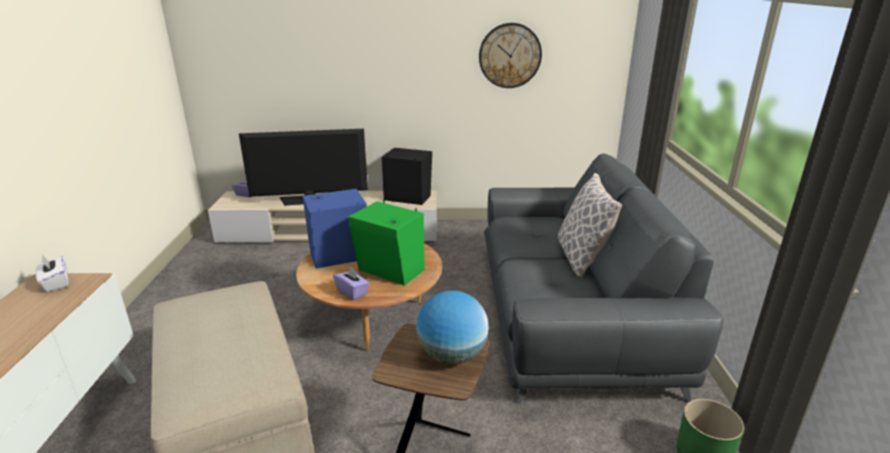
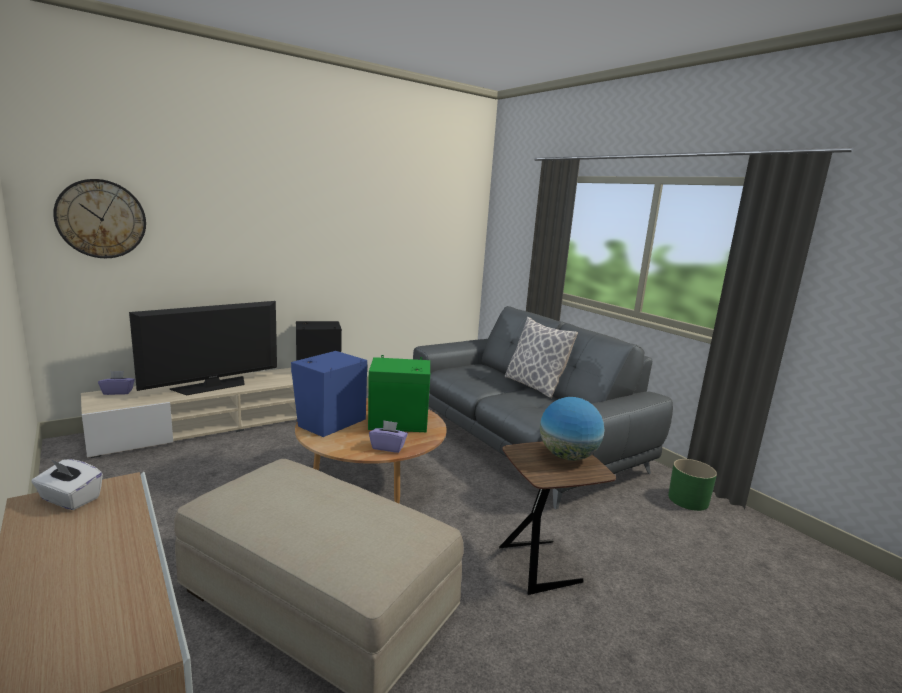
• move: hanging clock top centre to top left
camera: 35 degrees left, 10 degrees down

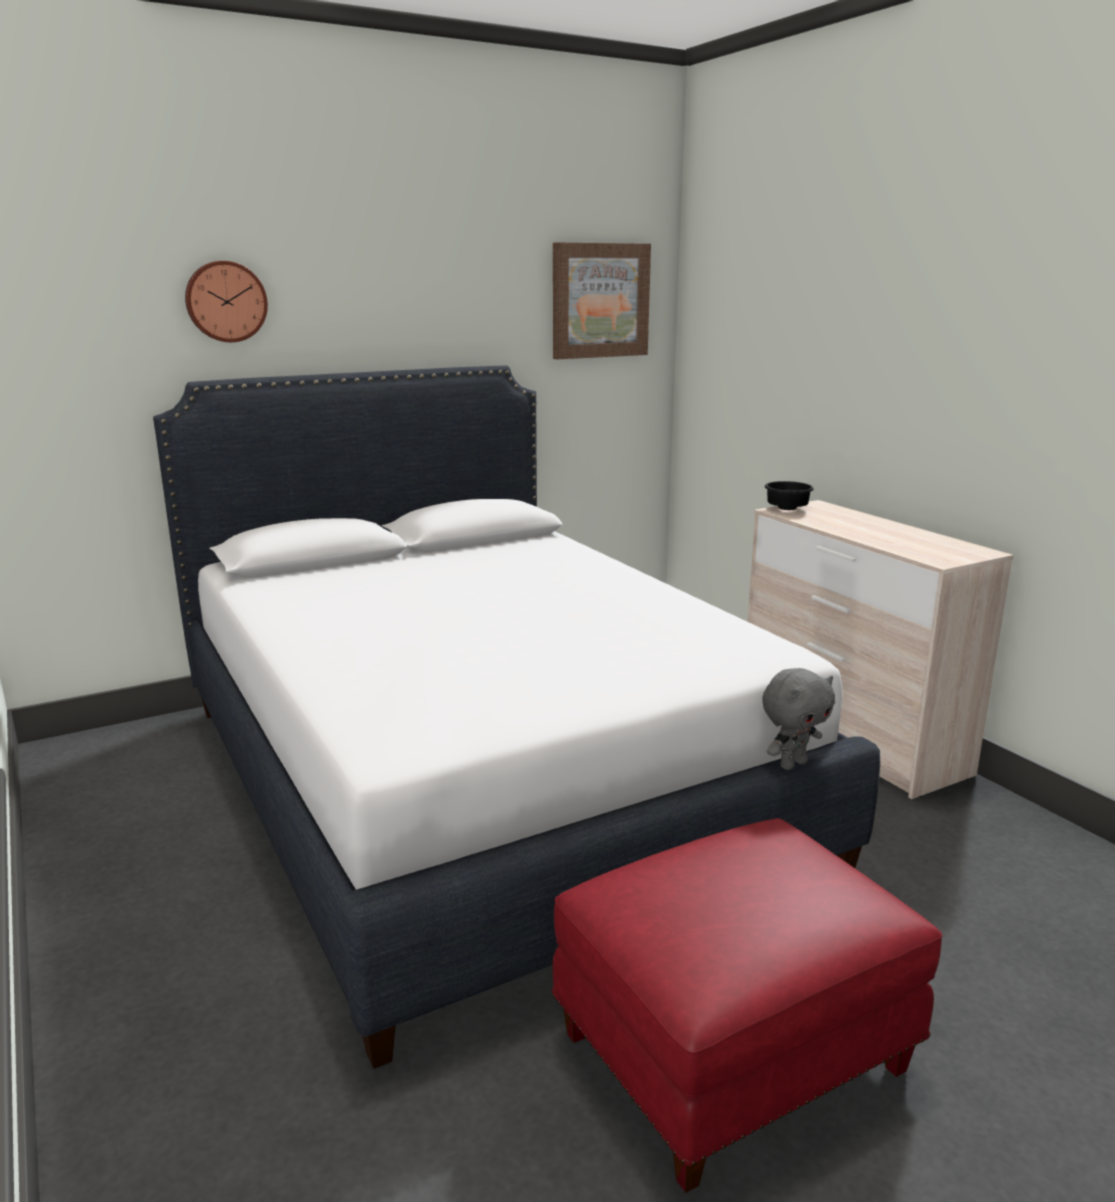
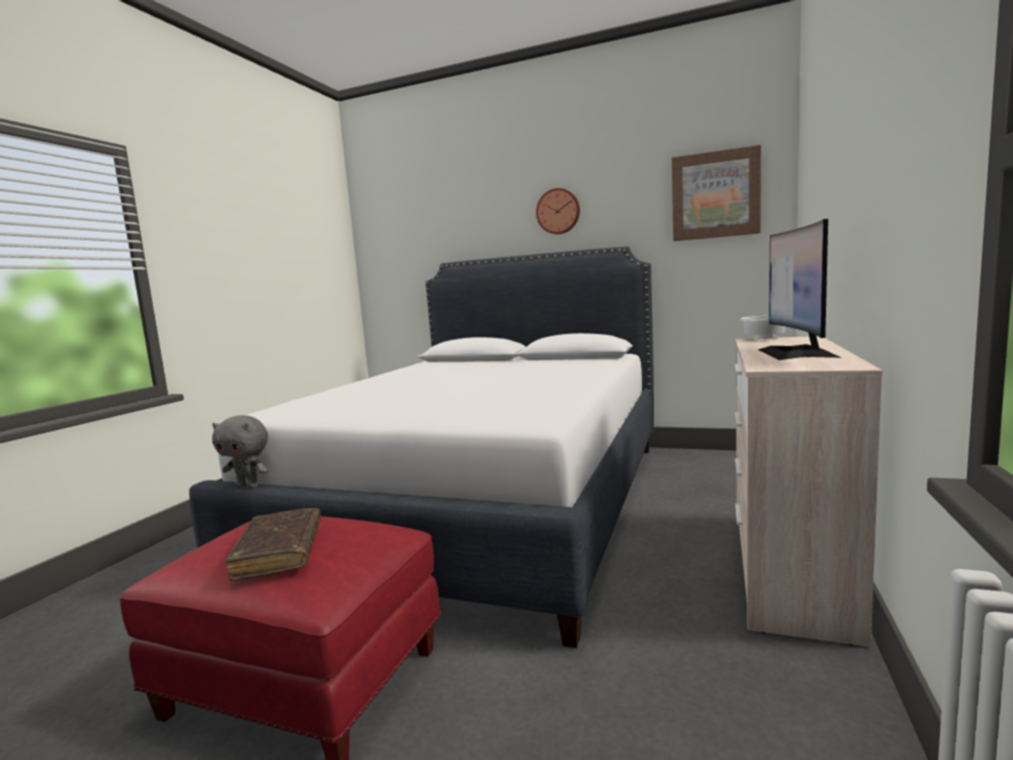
• move: gray cuddly toy middle right to middle left
• insert: brown bound book bottom left
• move: hanging clock top left to top centre
• recolor: blackish bowl middle right to white-coloured bowl middle right
• insert: computer screen middle right
camera: 50 degrees right, 10 degrees down

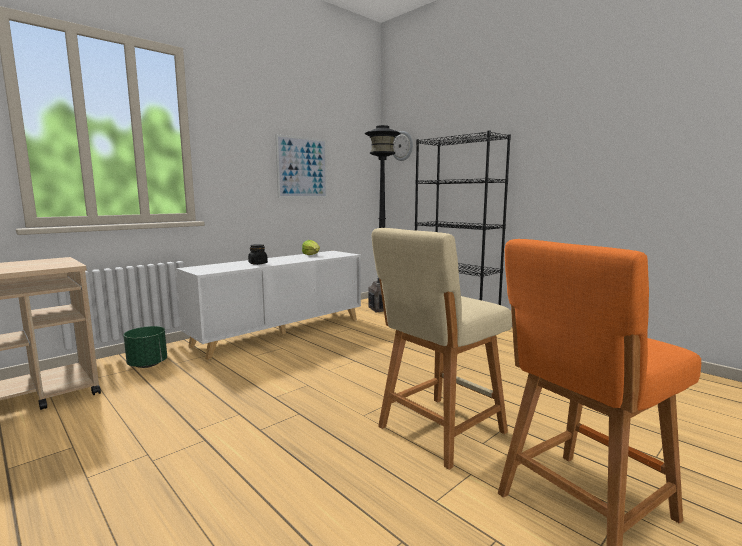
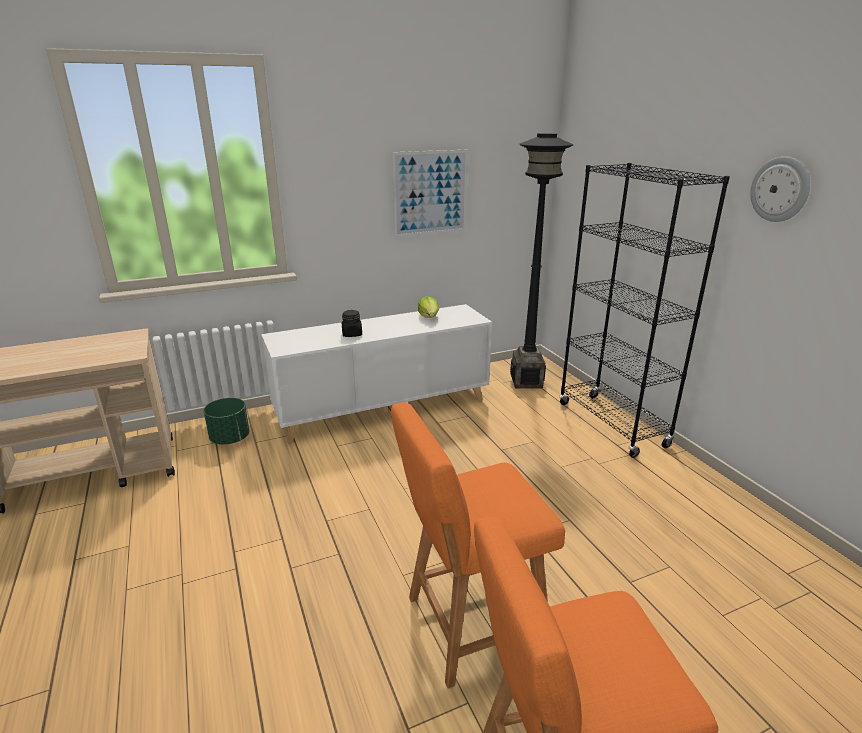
• recolor: sand-coloured sitting stool centre to orange sitting stool (1st from left) bottom centre
• move: hanging clock top centre to top right
camera: 20 degrees right, 15 degrees up

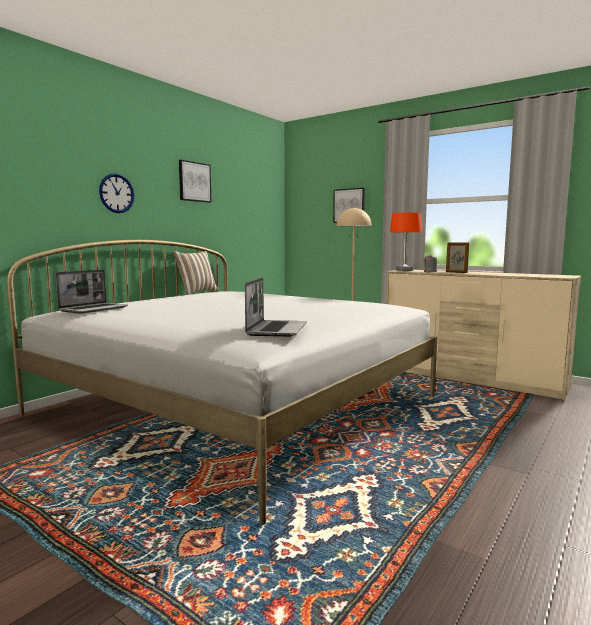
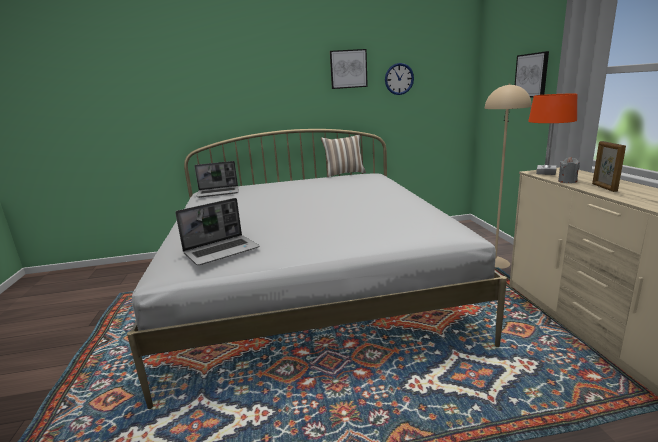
• move: hanging clock top left to top centre
camera: 45 degrees right, 10 degrees up

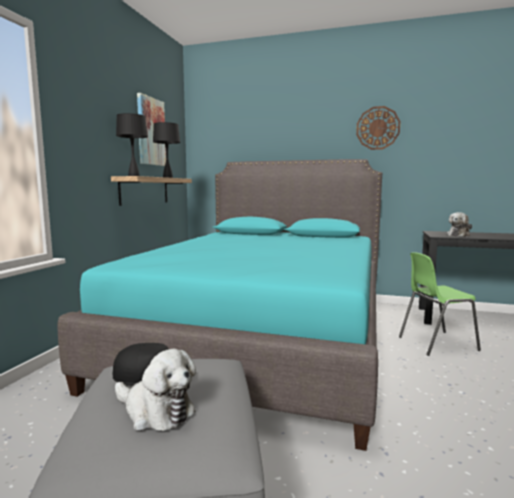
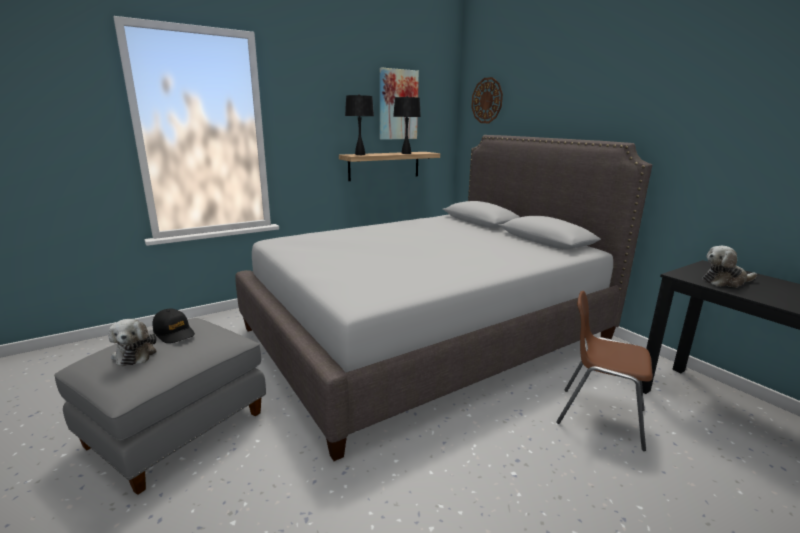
• recolor: turquoise-coloured sleeping bed centre to gray sleeping bed centre
• move: hanging clock top right to top centre
• recolor: greenish plain chair middle right to brown plain chair bottom right
camera: 40 degrees right, 10 degrees up

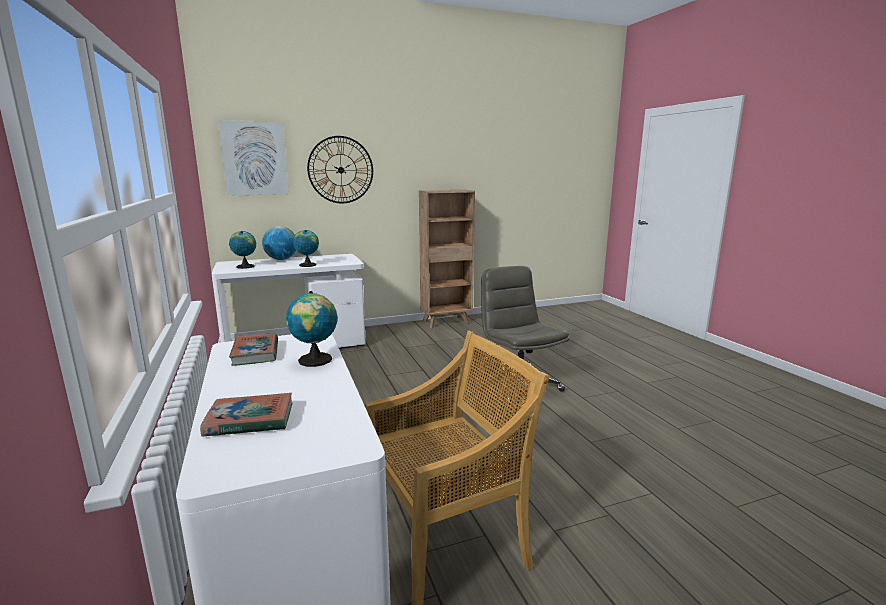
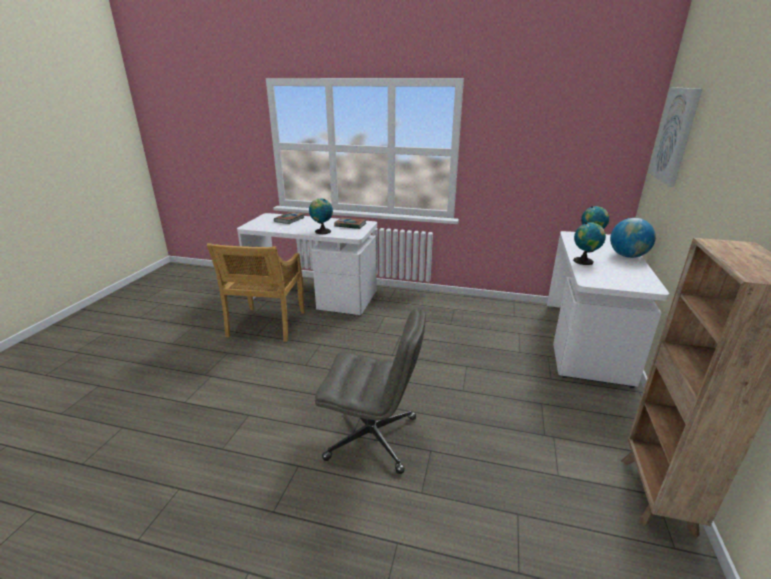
• delete: hanging clock top centre
camera: 125 degrees right, 10 degrees up

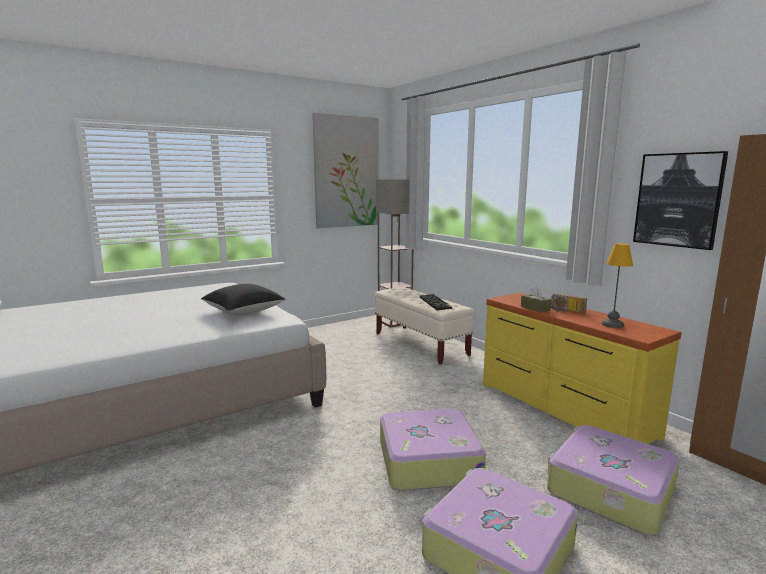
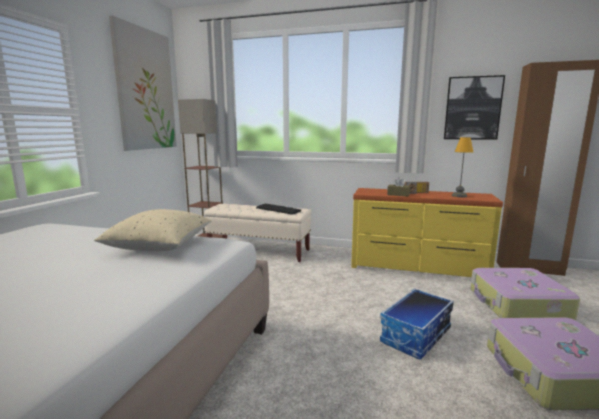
• recolor: blackish throw pillow middle left to sand-coloured throw pillow middle left
• replace: travel case (1st from left) bottom centre to storage box bottom right
camera: 40 degrees left, 0 degrees up

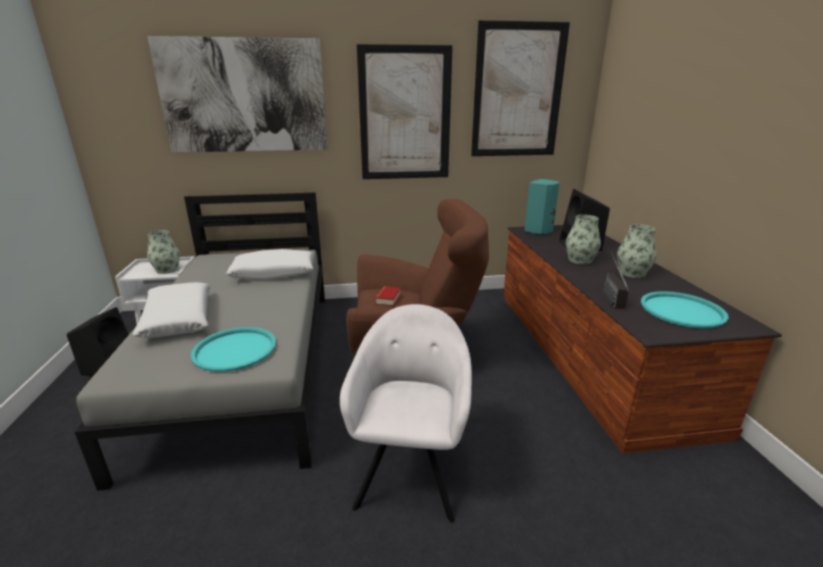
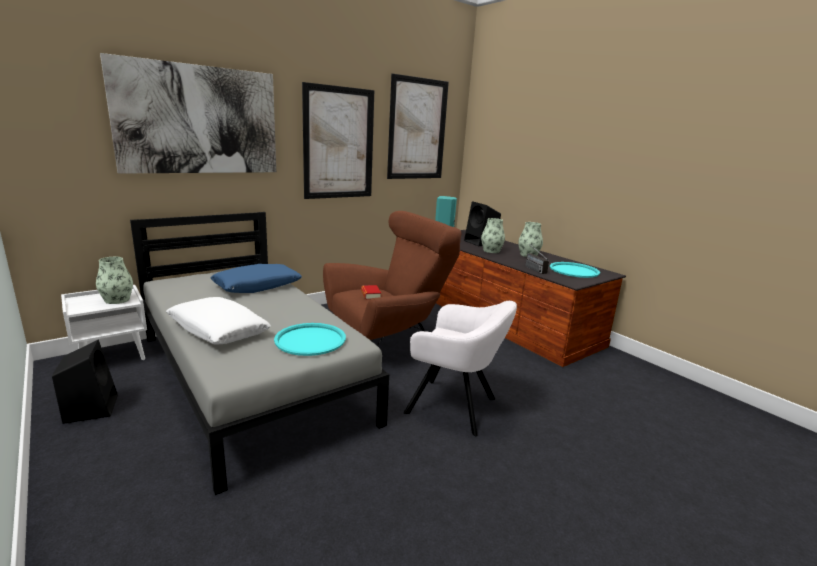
• recolor: white-coloured throw pillow (2nd from left) middle left to blue-coloured throw pillow middle left
• rotate: white-coloured armchair bottom centre = centre 135 degrees clockwise
camera: 30 degrees left, 5 degrees down

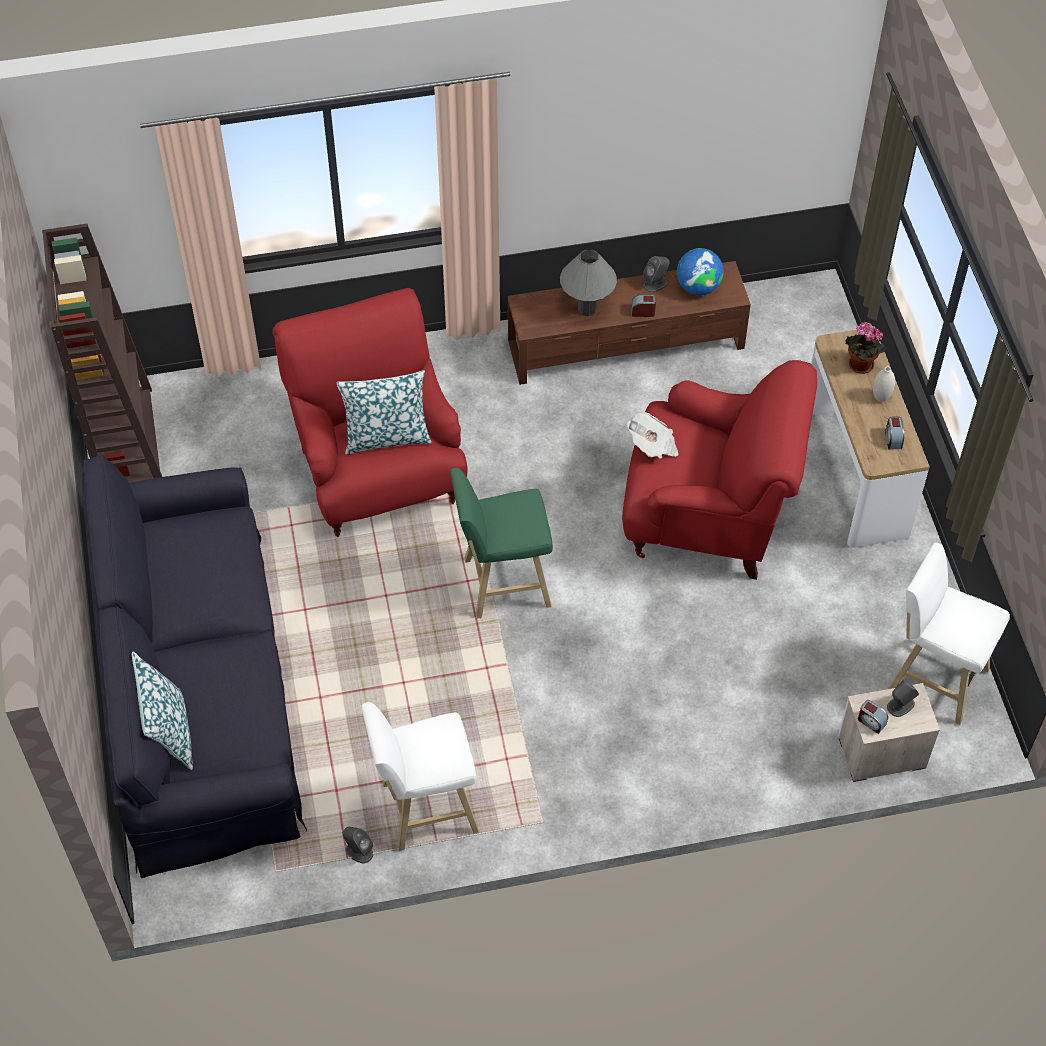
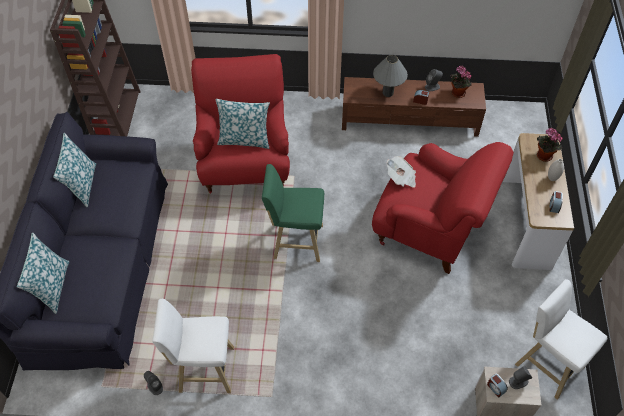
• insert: throw pillow (2nd from left) middle left
• replace: globe top right to houseplant (1st from left) top right
camera: 15 degrees right, 0 degrees up

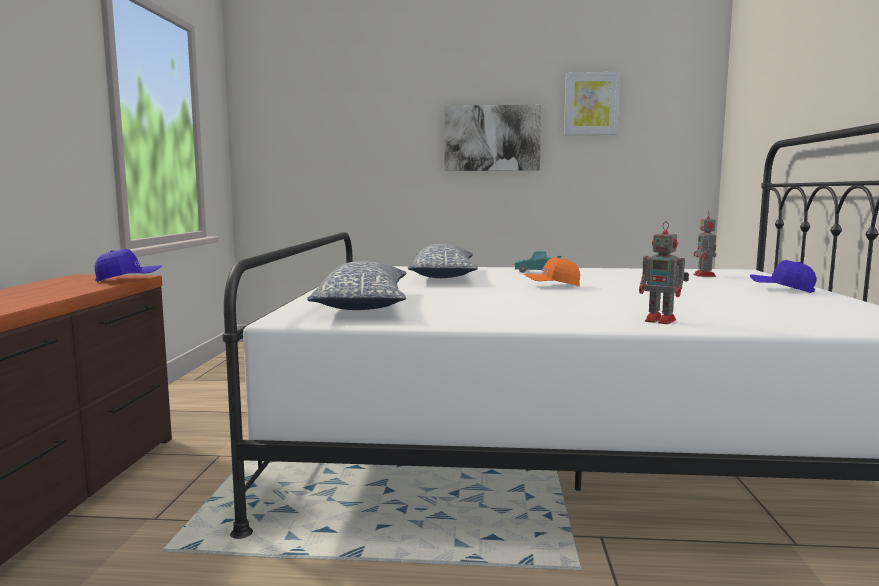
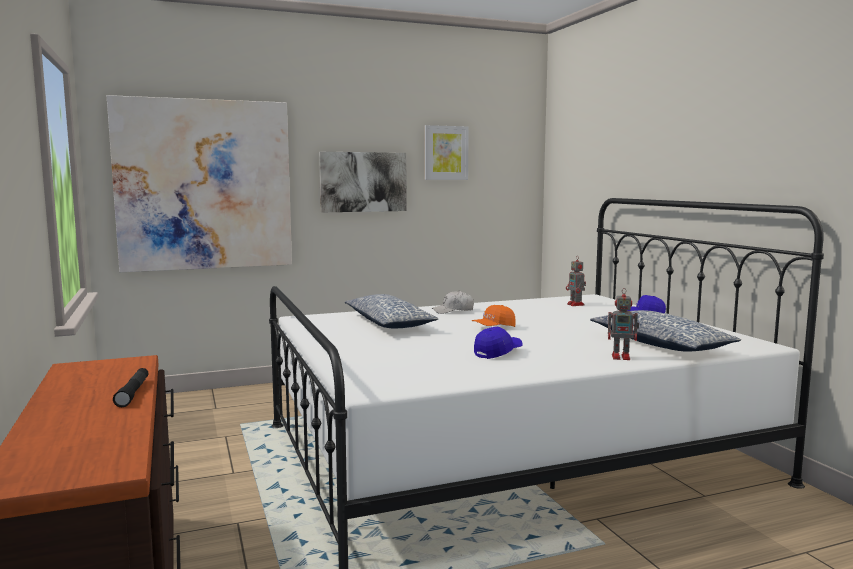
• insert: wall art (1st from left) top left
• insert: blackish torch bottom left
• replace: turquoise-coloured model car centre to white-coloured cap centre
• move: blue-coloured cap (1st from left) middle left to centre
• move: throw pillow (1st from left in the first image) centre to throw pillow (2nd from left) middle right
camera: 25 degrees left, 0 degrees up

